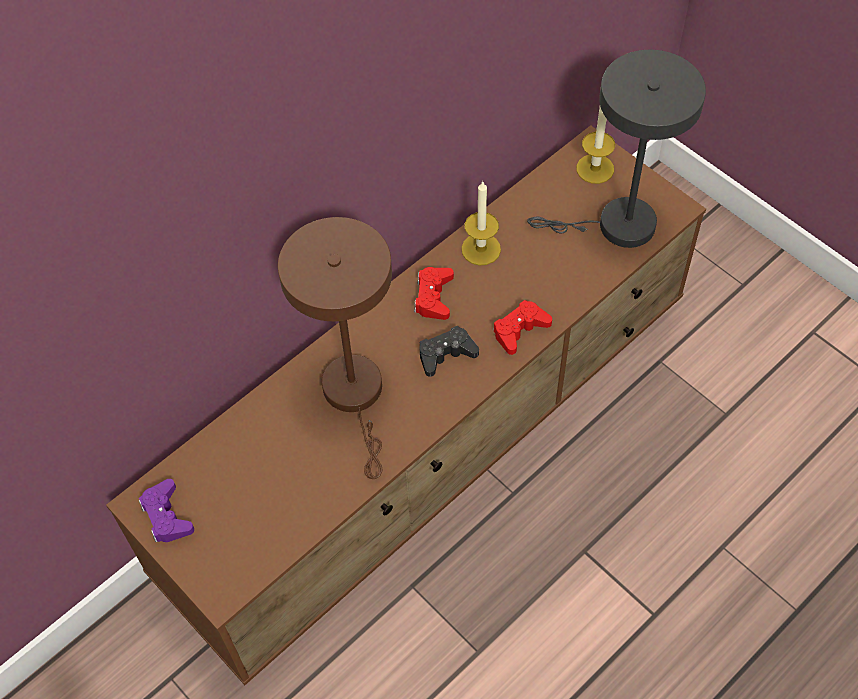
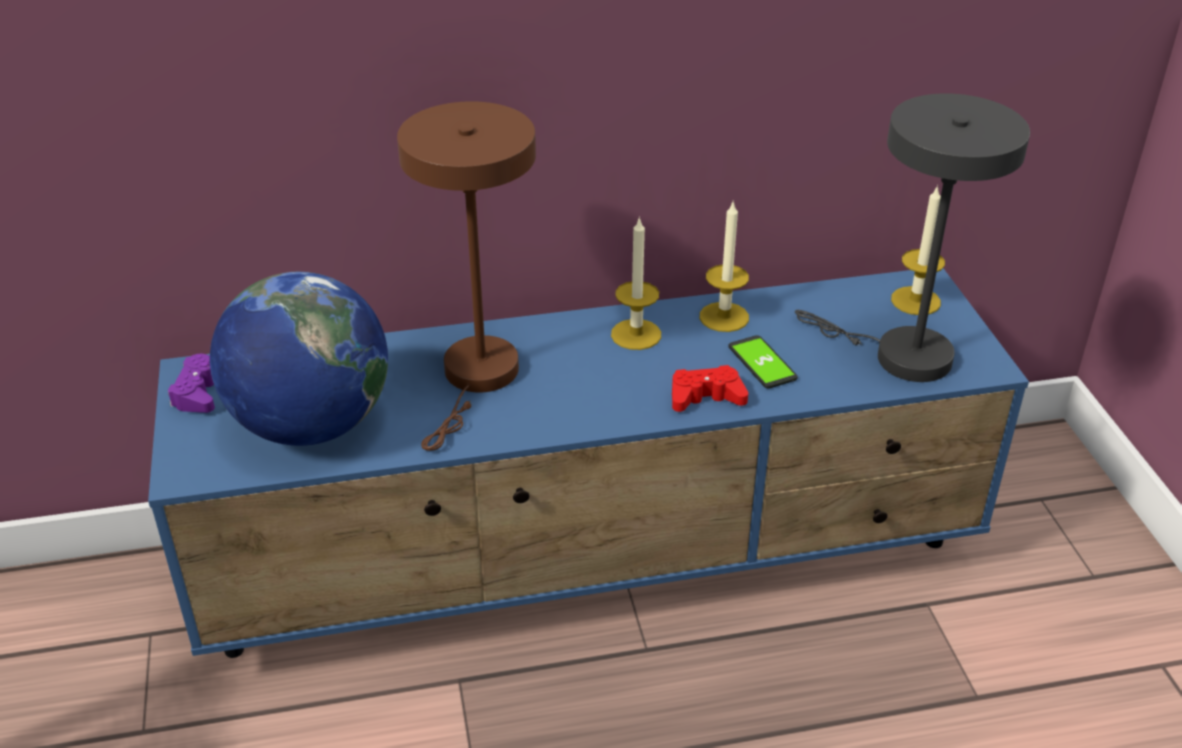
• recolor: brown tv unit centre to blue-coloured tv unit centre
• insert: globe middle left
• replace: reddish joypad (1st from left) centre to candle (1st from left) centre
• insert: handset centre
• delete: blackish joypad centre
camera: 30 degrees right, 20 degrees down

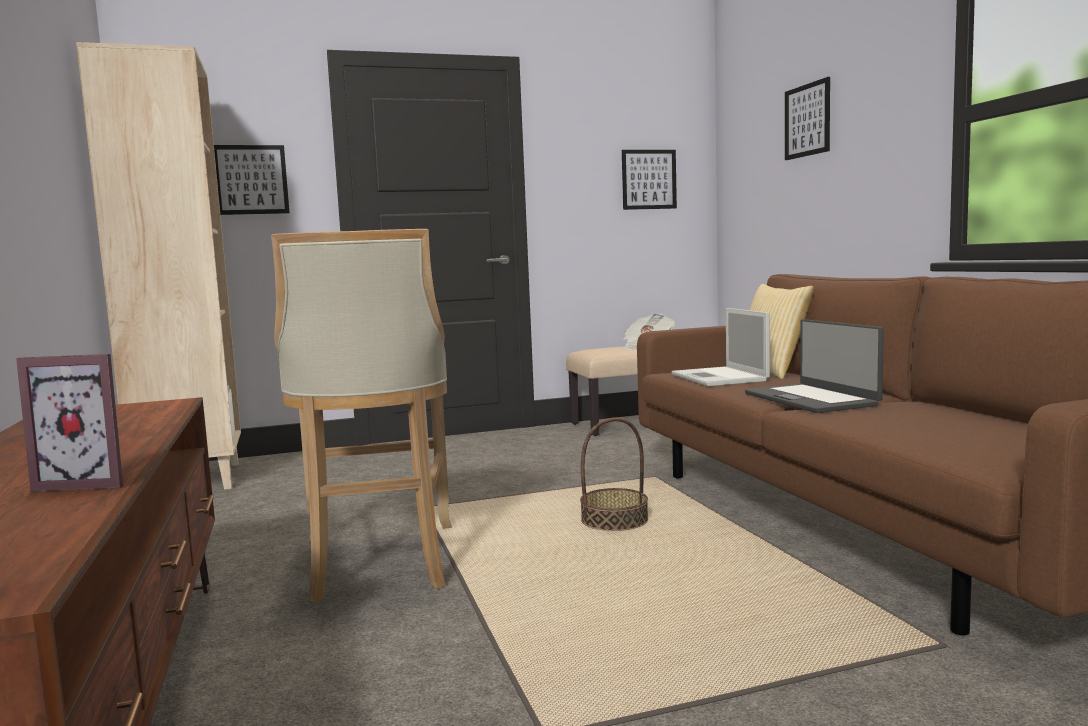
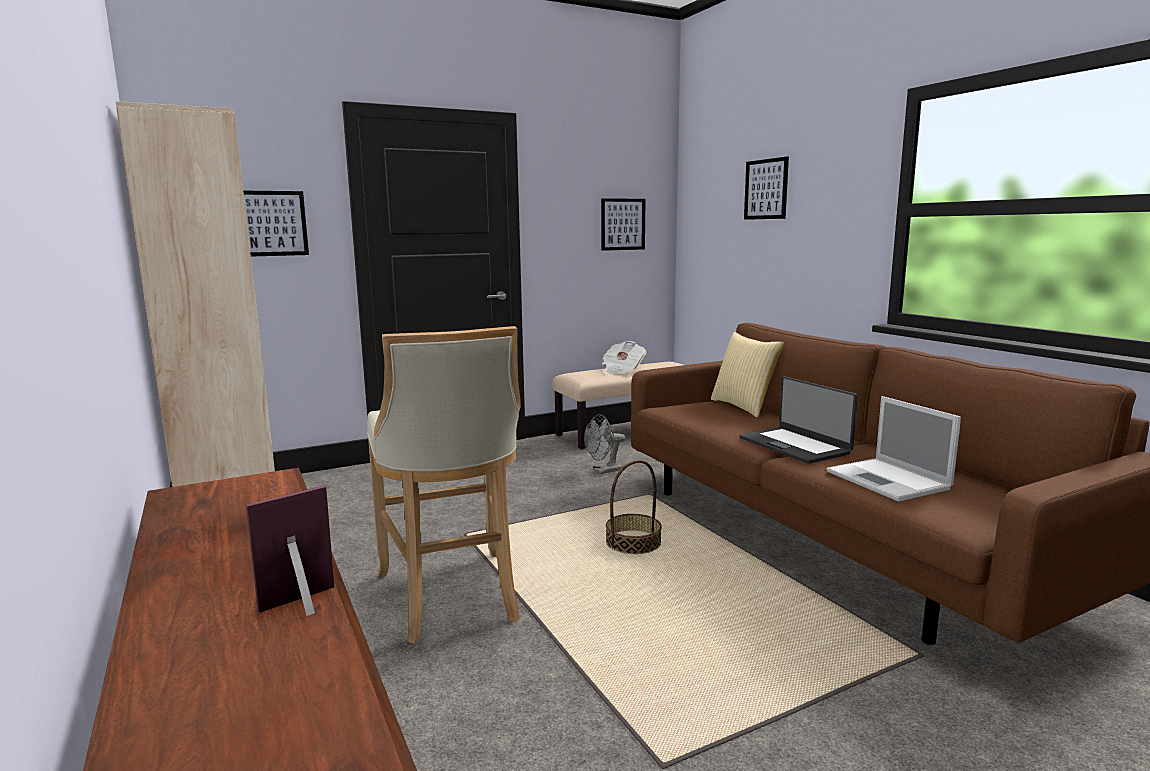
• rotate: standing frame middle left = bottom left 150 degrees clockwise
• insert: gray cooling fan centre
• move: laptop (1st from left in the first image) centre to laptop (2nd from left) middle right
camera: 10 degrees left, 5 degrees up

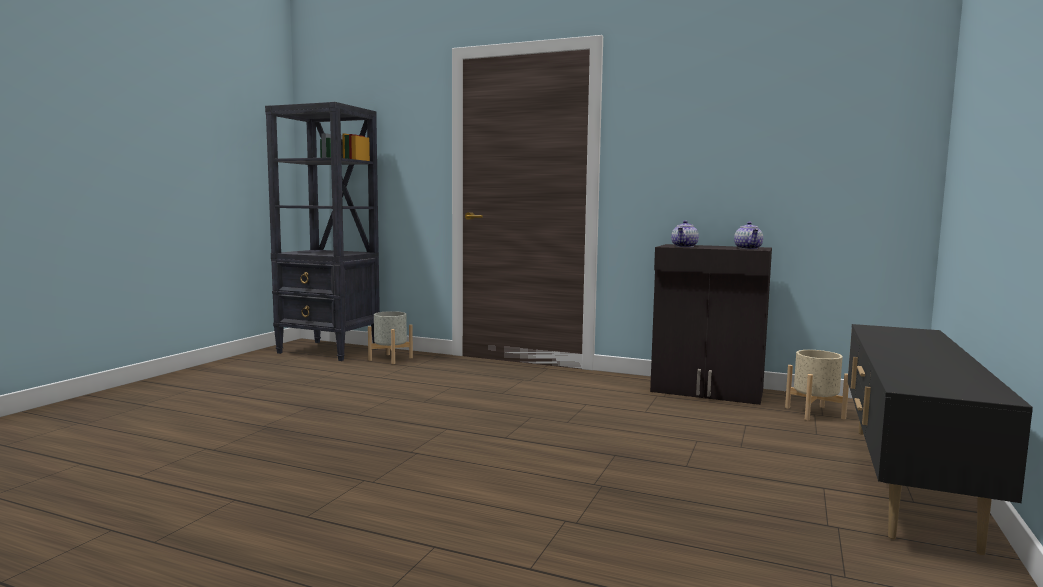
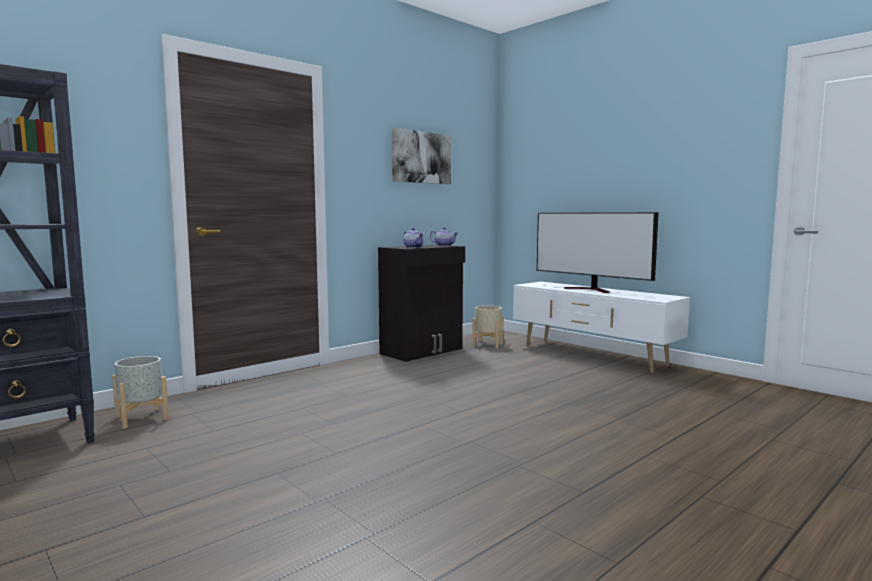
• insert: wall art top centre
• recolor: blackish tv unit bottom right to white-coloured tv unit middle right
• insert: TV set middle right
camera: 65 degrees left, 0 degrees up

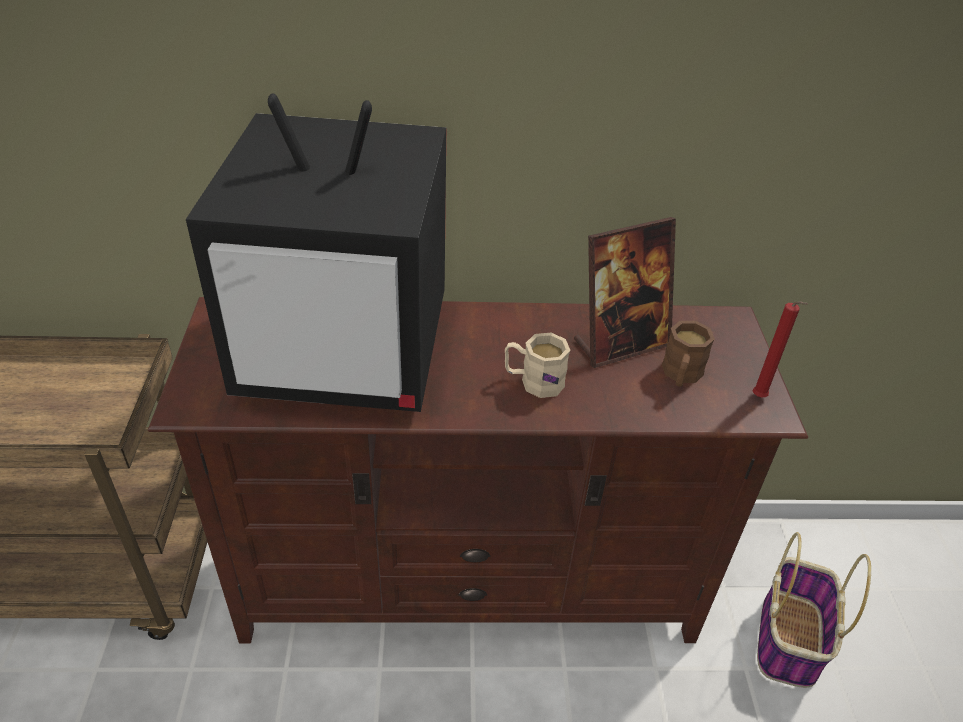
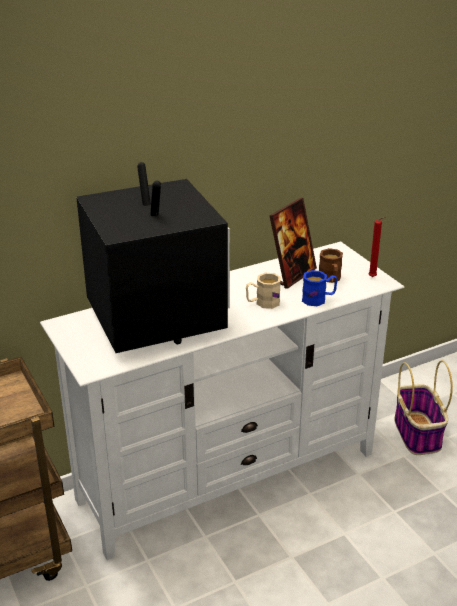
• recolor: brown tv unit centre to white-coloured tv unit centre
• rotate: TV set middle left = centre 90 degrees counterclockwise
• insert: blue-coloured mug middle right
camera: 25 degrees left, 10 degrees down

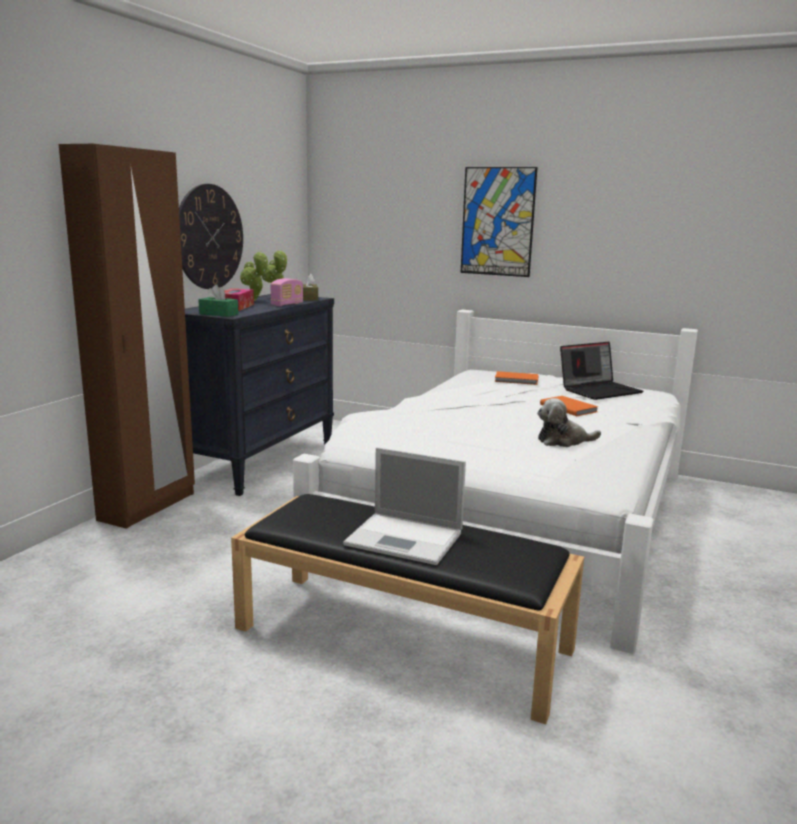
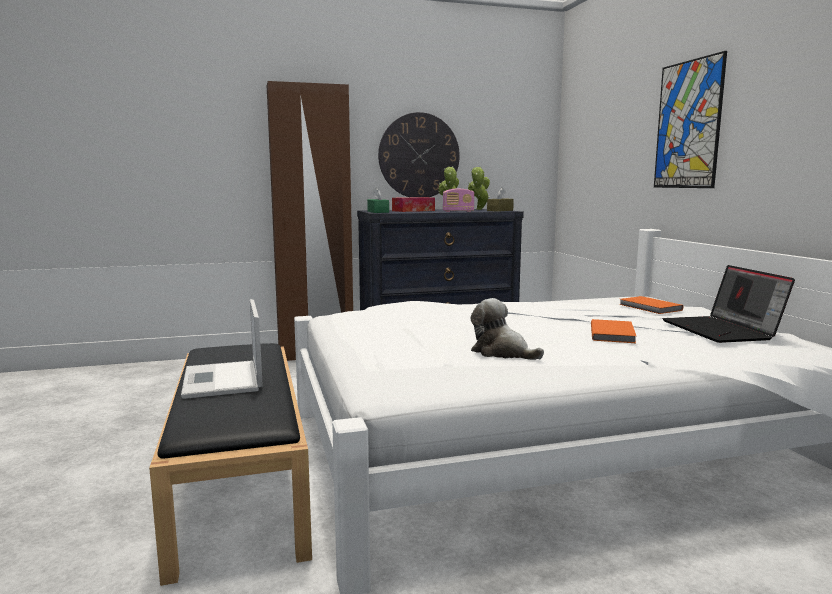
• rotate: laptop (2nd from left) middle right = middle right 60 degrees clockwise
camera: 50 degrees right, 5 degrees down

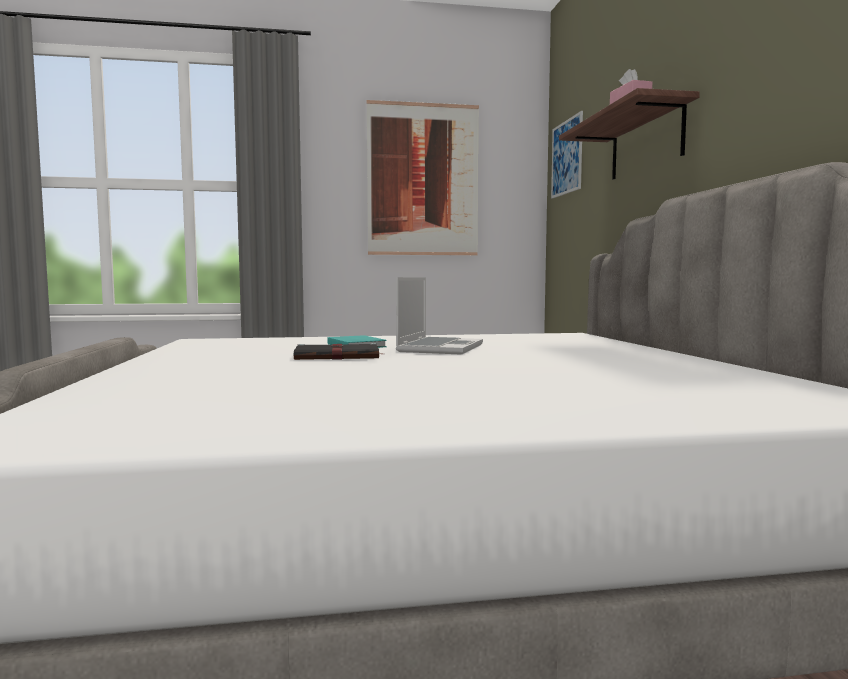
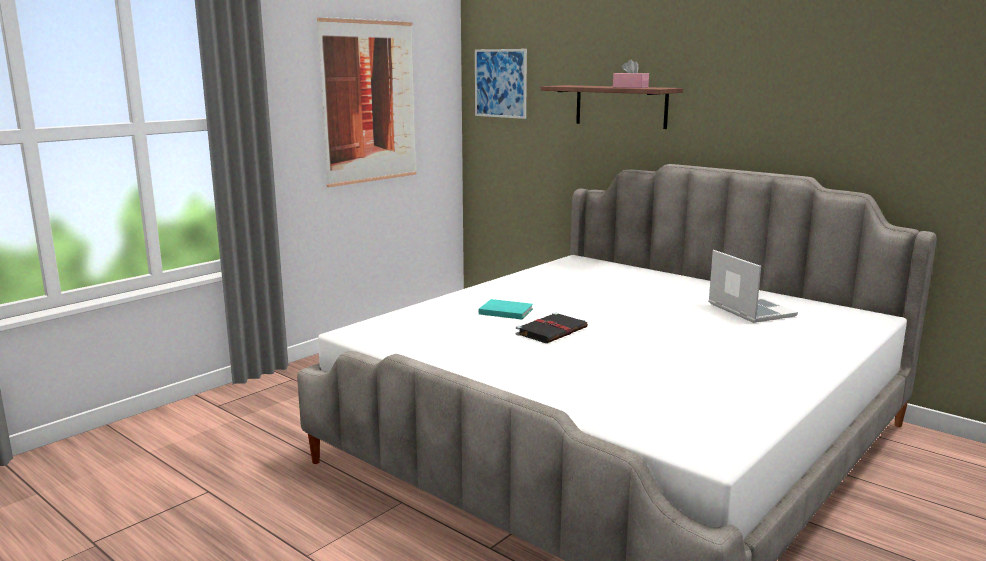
• move: laptop centre to middle right
camera: 40 degrees left, 10 degrees up

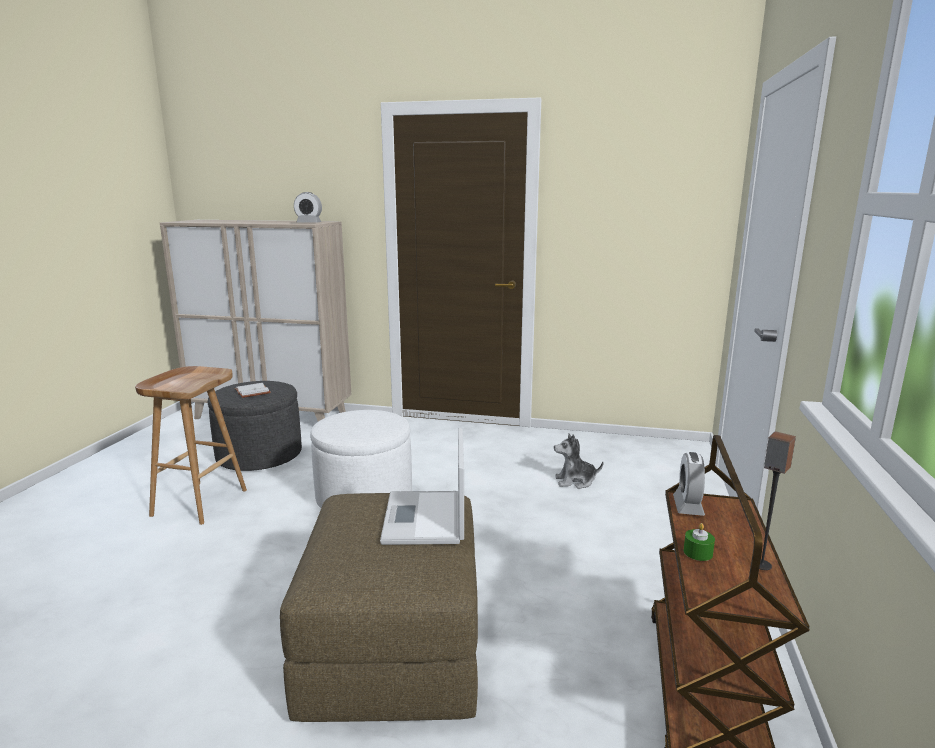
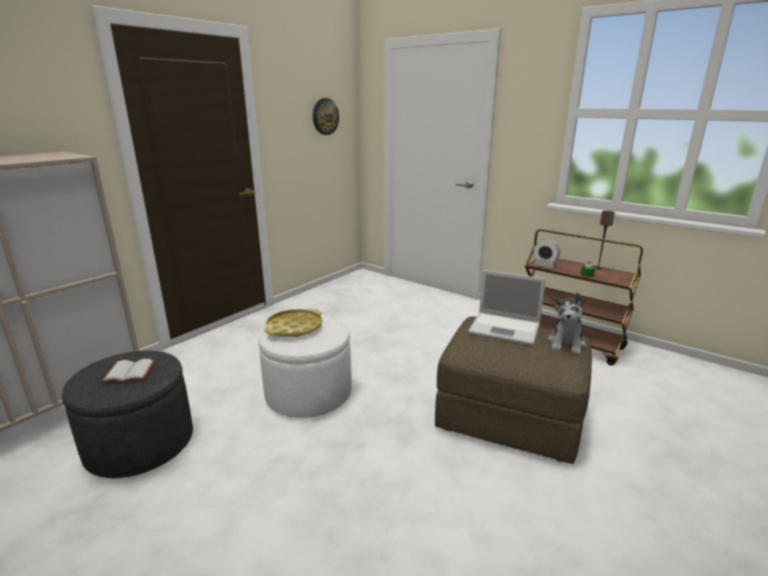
• insert: yellowish tray centre
• insert: hanging clock top centre
• move: cuddly toy centre to middle right
• delete: brown sitting stool middle left
• delete: table clock (1st from left) top left
camera: 65 degrees left, 5 degrees up

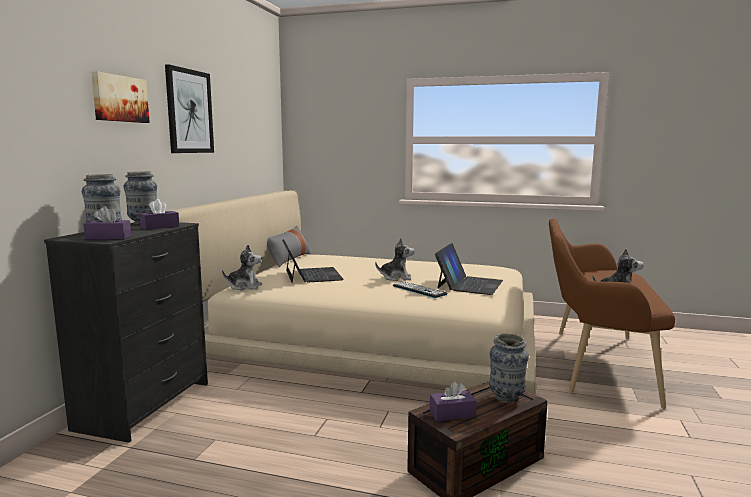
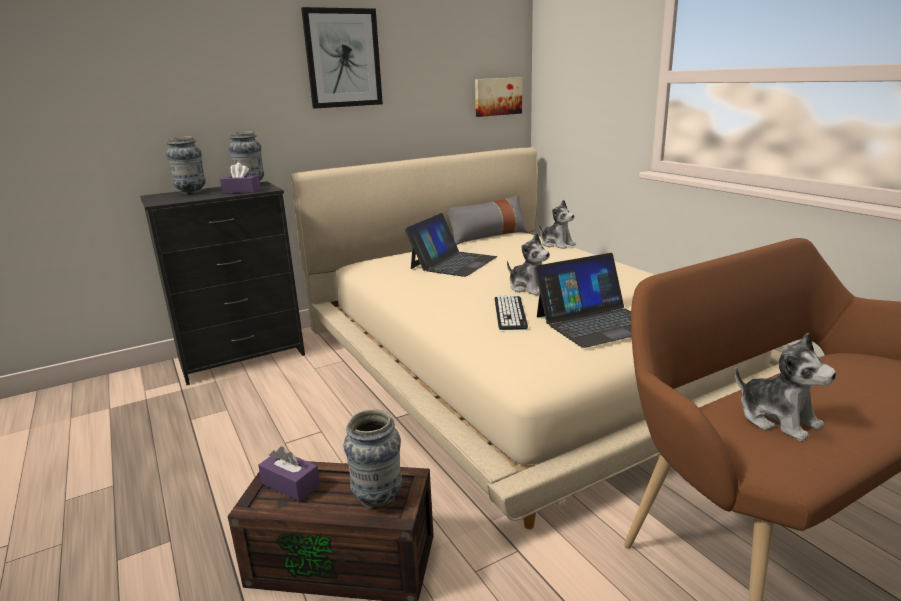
• move: wall art (1st from left in the first image) top left to wall art (2nd from left) top centre
• move: cuddly toy (1st from left in the first image) middle left to cuddly toy (2nd from left) centre
• delete: purple tissue box (1st from left) middle left
camera: 45 degrees right, 10 degrees up

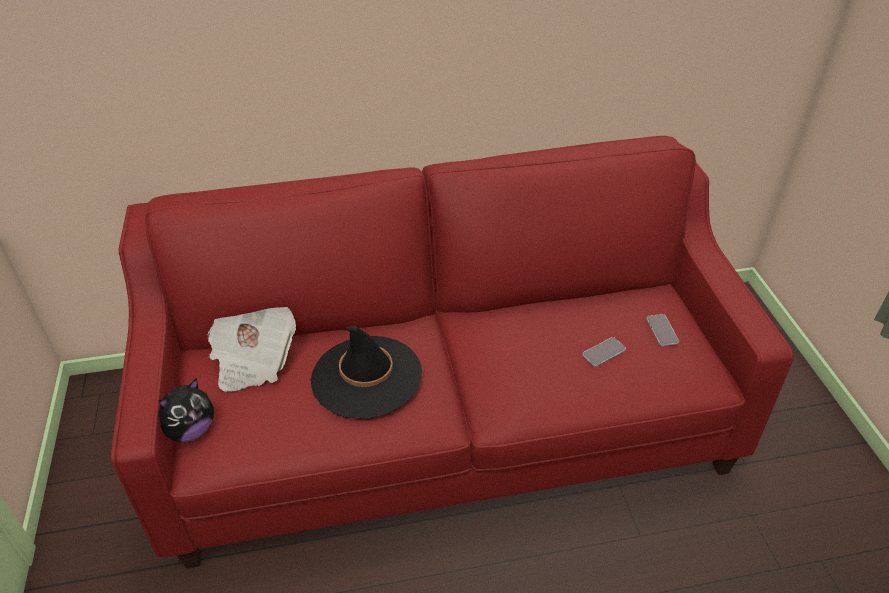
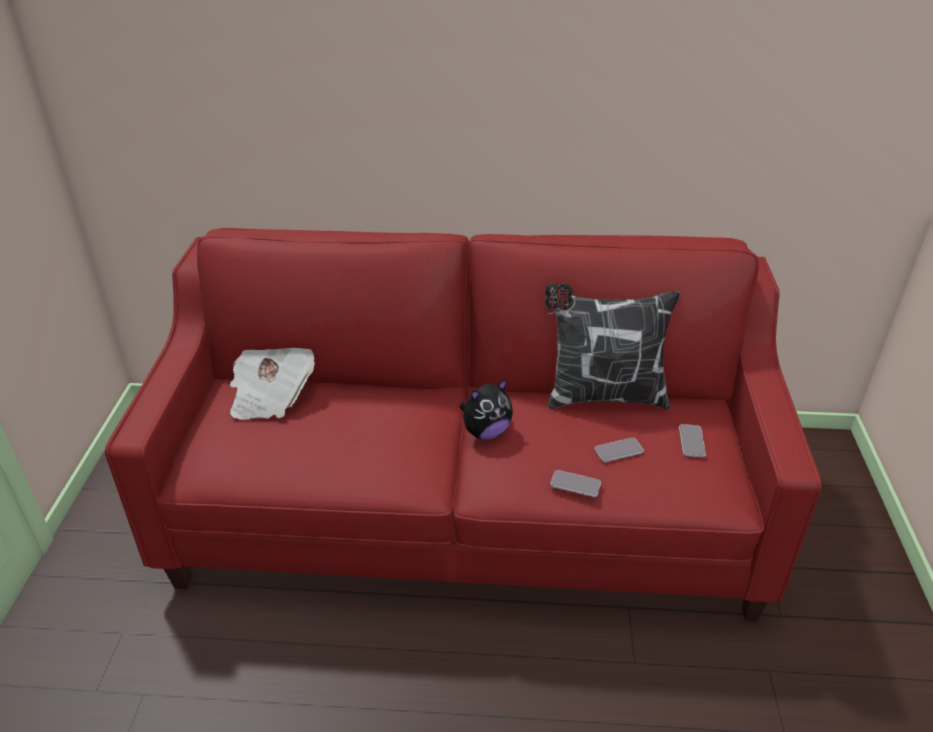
• move: cuddly toy bottom left to centre
• insert: throw pillow centre
• insert: handset (1st from left) centre
• delete: blackish hat centre
camera: 15 degrees right, 5 degrees down

